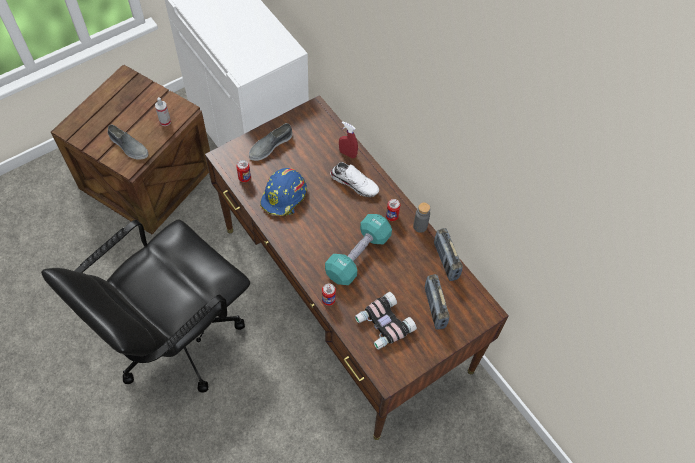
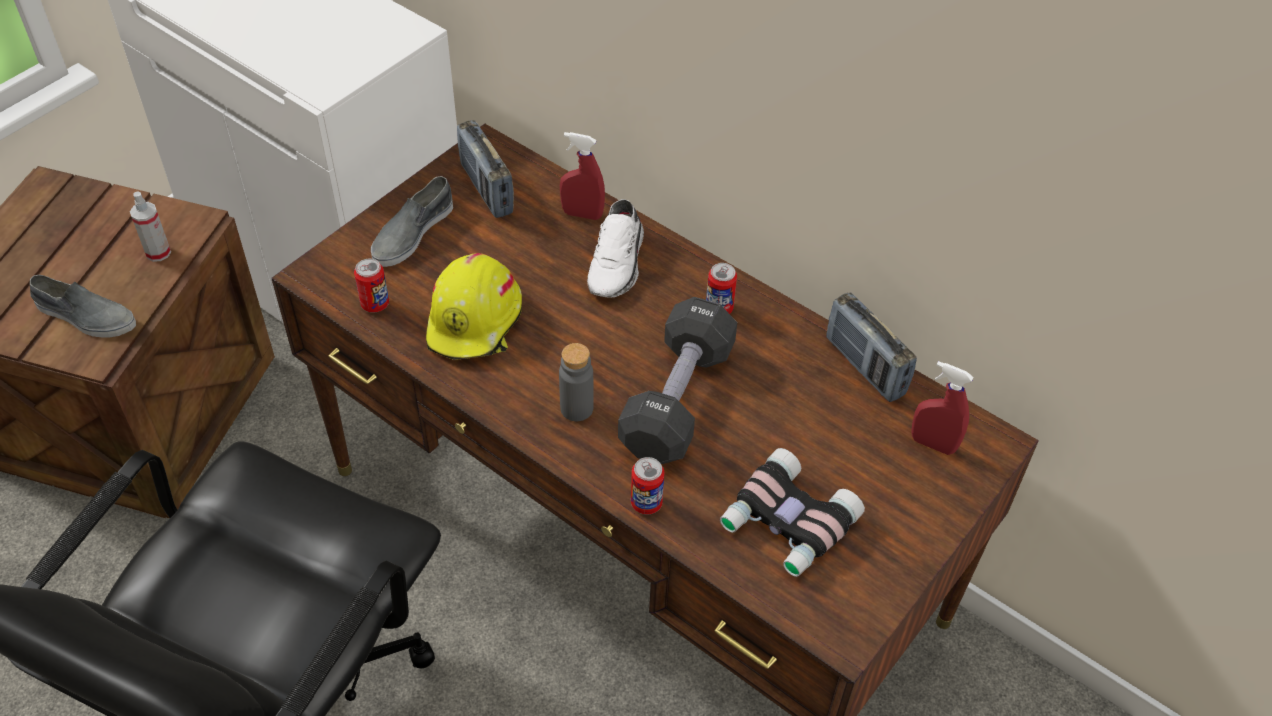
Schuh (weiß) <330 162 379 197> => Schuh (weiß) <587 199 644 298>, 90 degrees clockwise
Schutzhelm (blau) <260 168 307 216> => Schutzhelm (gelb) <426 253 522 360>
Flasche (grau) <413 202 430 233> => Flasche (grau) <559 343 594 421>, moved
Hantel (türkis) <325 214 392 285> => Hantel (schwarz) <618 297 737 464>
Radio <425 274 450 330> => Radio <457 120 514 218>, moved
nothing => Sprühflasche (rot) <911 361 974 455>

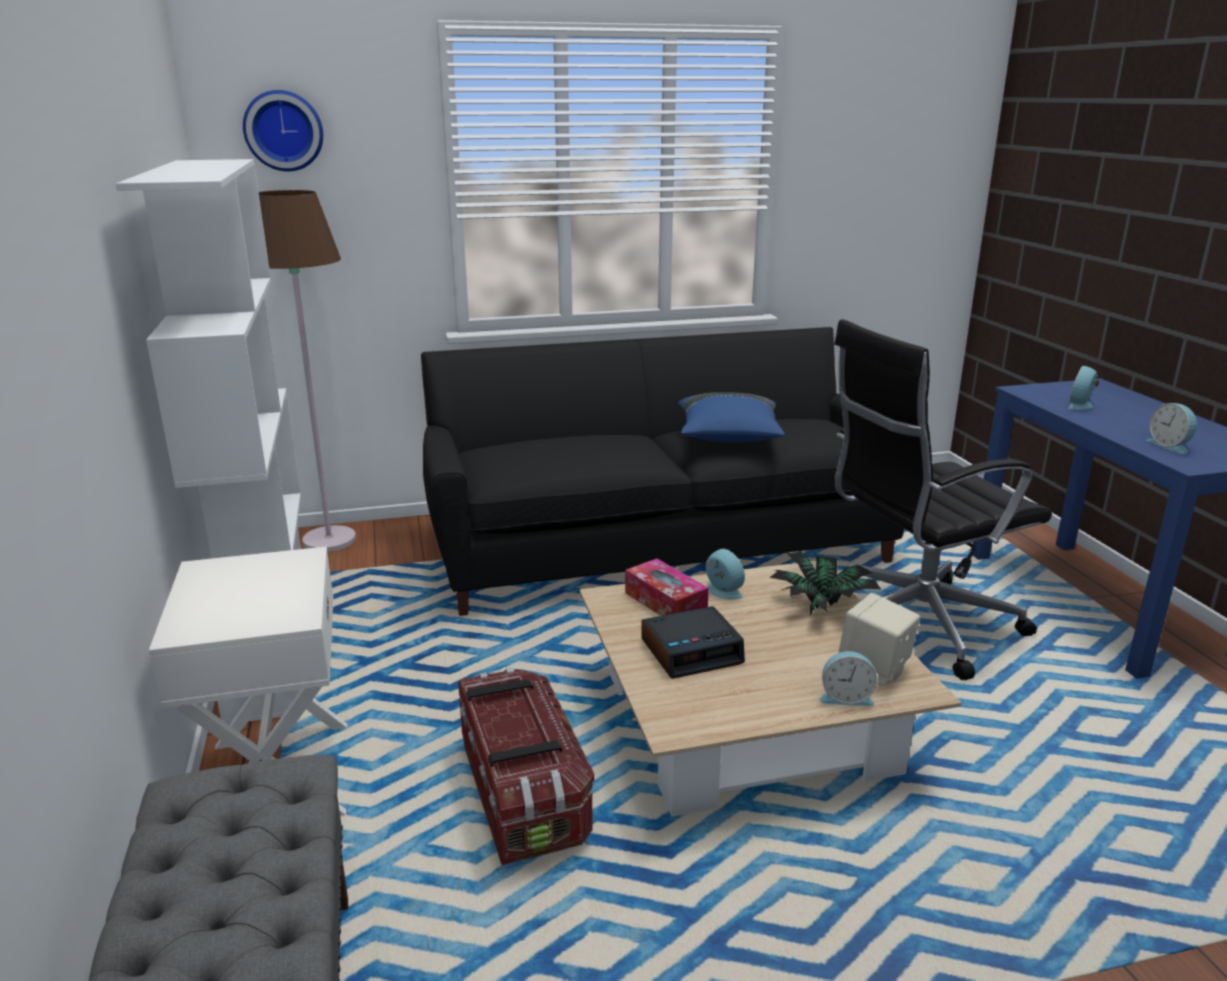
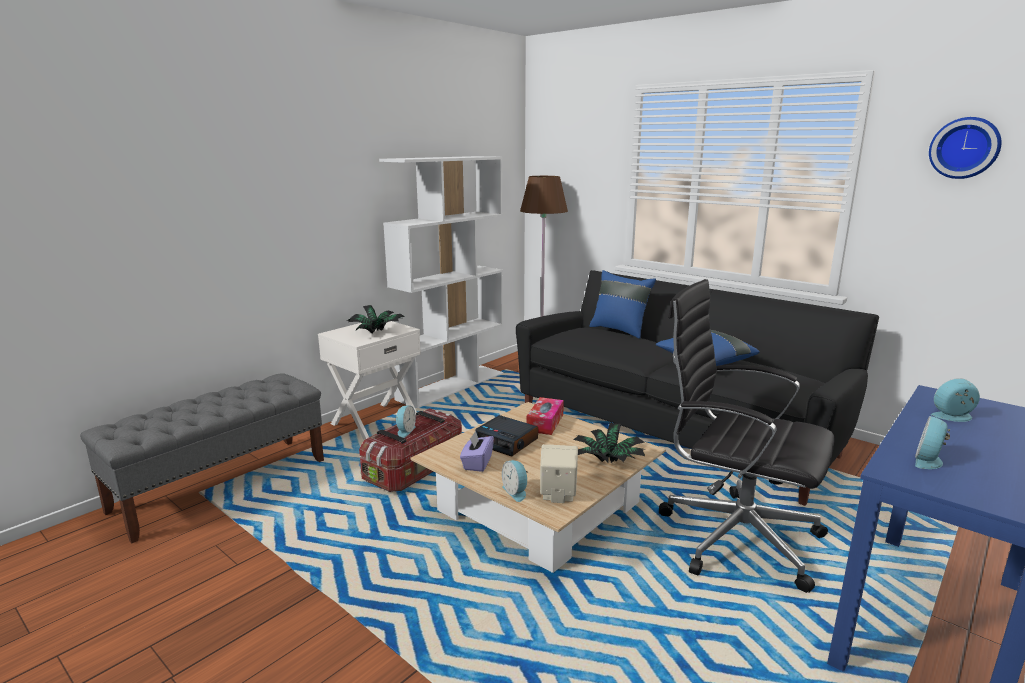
Wanduhr <243 90 323 171> => Wanduhr <929 117 1001 179>, moved
Wecker <706 549 745 599> => Wecker <396 405 416 438>, moved
nothing => Kissen (blau) <589 270 656 339>
nothing => Topfpflanze <347 305 405 333>
nothing => Taschentuchbox (lila) <460 431 494 472>

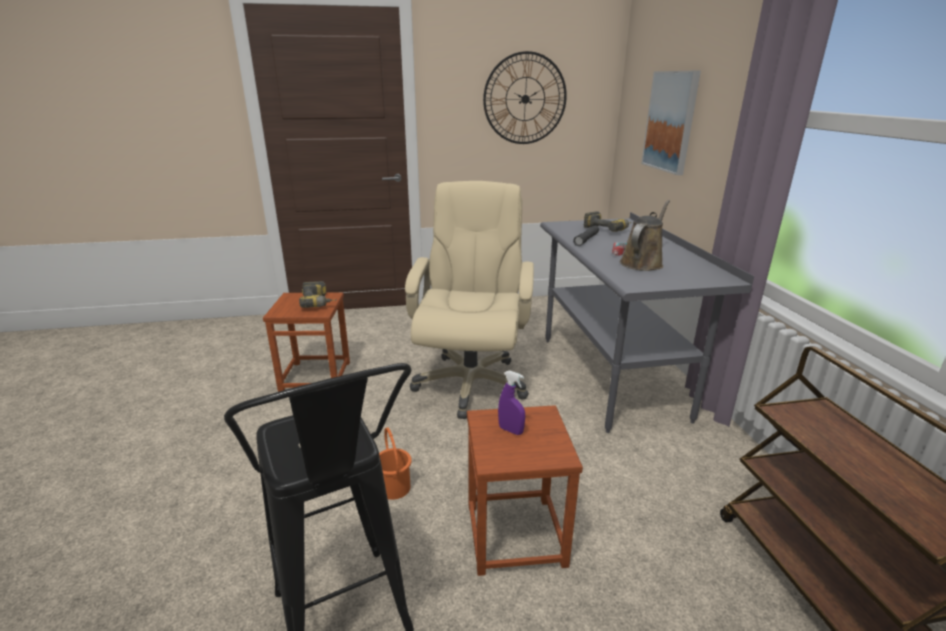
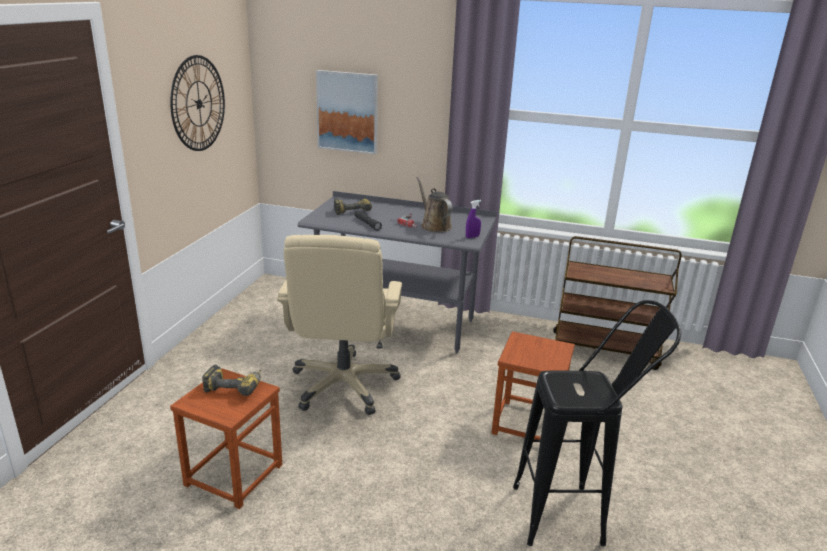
Bürostuhl (beige) <405 181 534 419> => Bürostuhl (beige) <277 235 402 415>, 120 degrees counterclockwise
Sprühflasche (lila) <498 370 525 435> => Sprühflasche (lila) <466 200 481 238>, moved
Eimer (orange) <379 427 412 500> => nothing

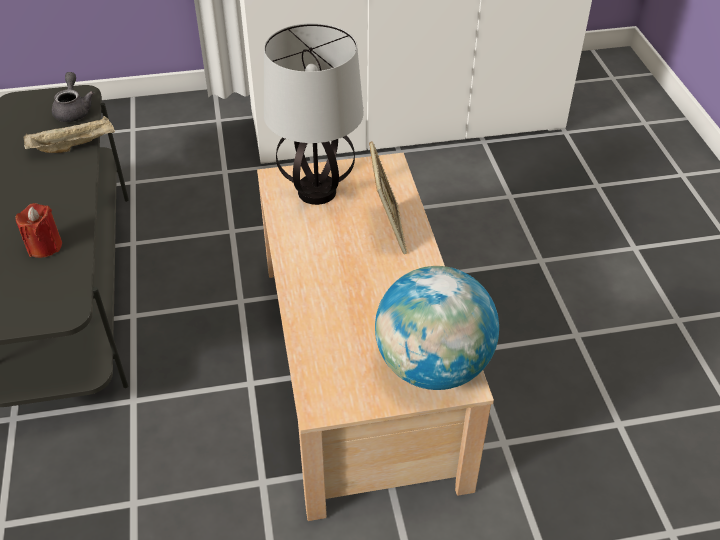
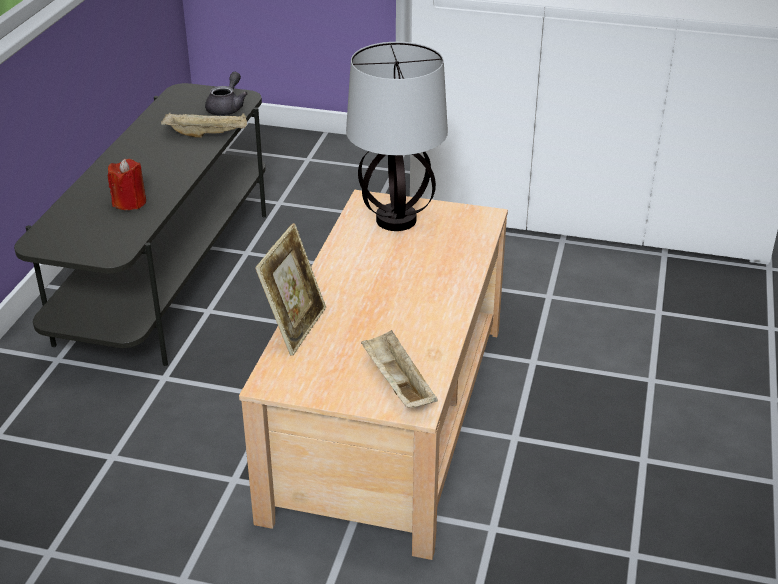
Bilderrahmen <369 141 407 254> => Bilderrahmen <255 223 326 356>, moved
Globus <375 266 499 390> => Tablett (beige) <361 330 438 408>

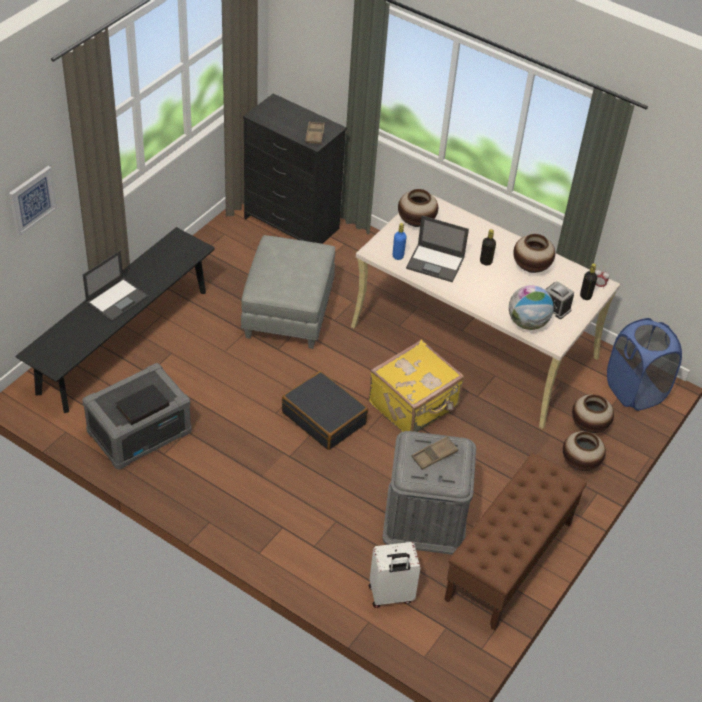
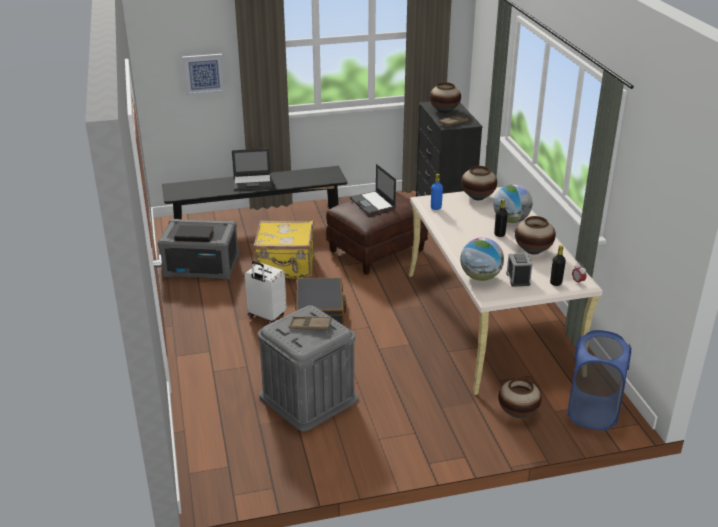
Laptop <406 216 469 282> => Laptop <350 164 396 215>, moved
Polsterhocker (grau) <241 235 335 349> => Polsterhocker (braun) <326 192 428 275>
Koffer (gelb) <369 340 464 432> => Koffer (gelb) <253 220 314 279>, moved
Vase <563 431 606 471> => Vase <429 82 461 113>, moved
Bank (braun) <444 453 587 630> => nothing
Koffer (weiß) <369 542 421 608> => Koffer (weiß) <245 261 287 324>, moved
nothing => Globus <493 184 532 223>

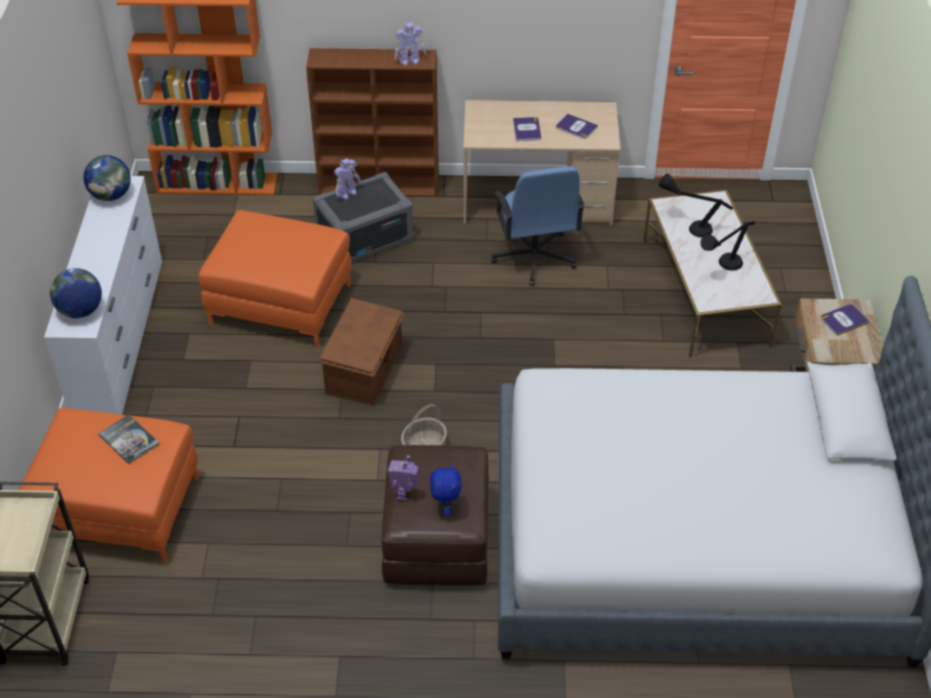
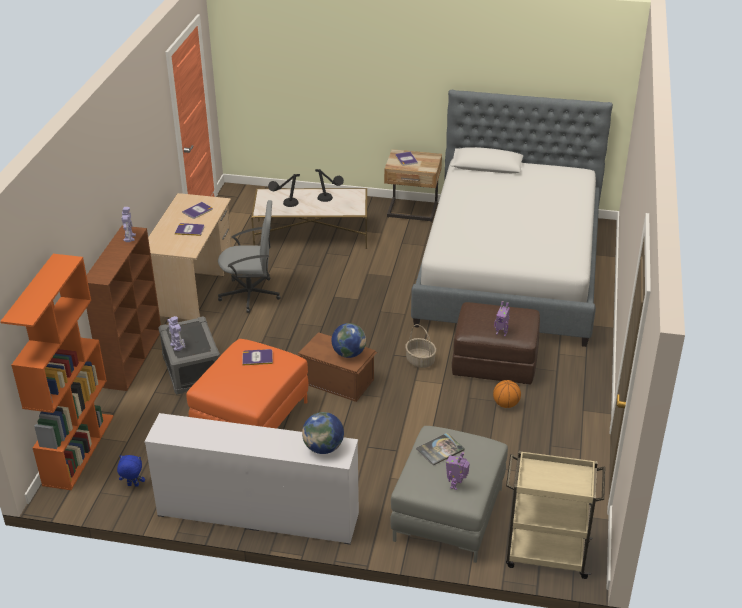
Globus <83 155 131 201> => Globus <331 323 366 358>, moved
Bürostuhl (blau) <491 166 585 286> => Bürostuhl (grau) <218 200 281 313>
Polsterhocker (orange) <19 408 199 563> => Polsterhocker (grau) <390 426 508 563>
Plüschtier (blau) <430 464 462 515> => Plüschtier (blau) <117 455 145 487>, moved
nothing => Buch <243 349 273 366>
nothing => Basketball <493 380 521 408>
nothing => Spielzeugroboter <446 452 470 490>

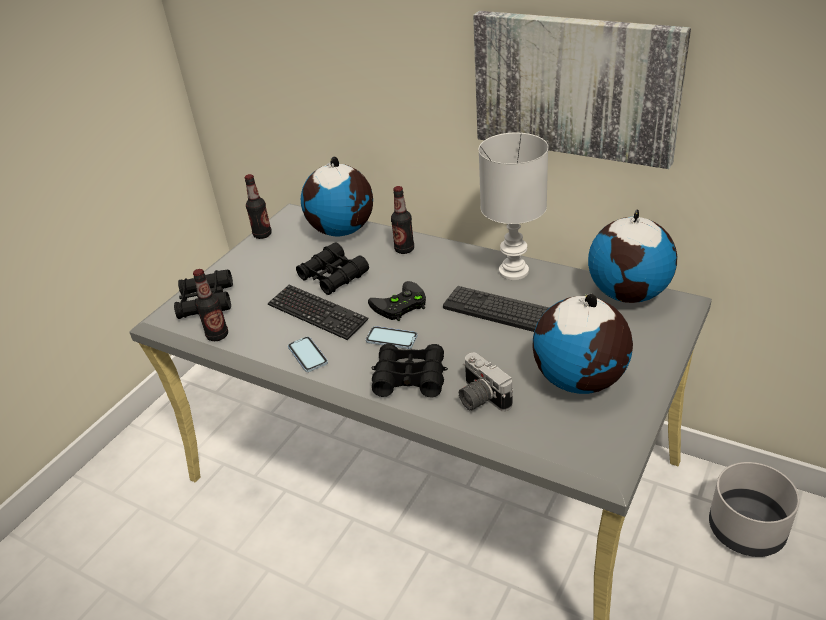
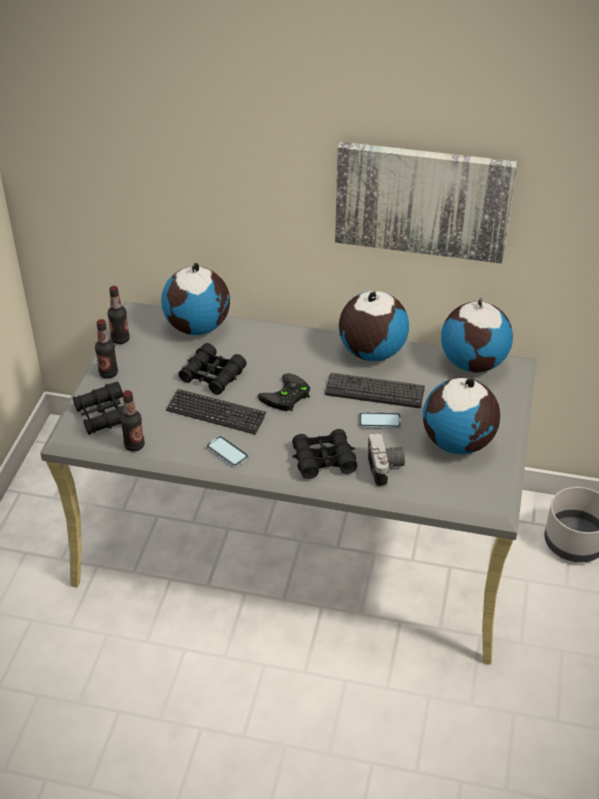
Tischlampe (weiß) <479 133 548 280> => Globus <339 291 409 361>
Flasche <391 186 414 254> => Flasche <95 319 118 379>, moved
Handy <366 326 418 349> => Handy <359 412 401 429>, moved
Kamera <459 353 513 412> => Kamera <368 433 405 488>, 135 degrees counterclockwise

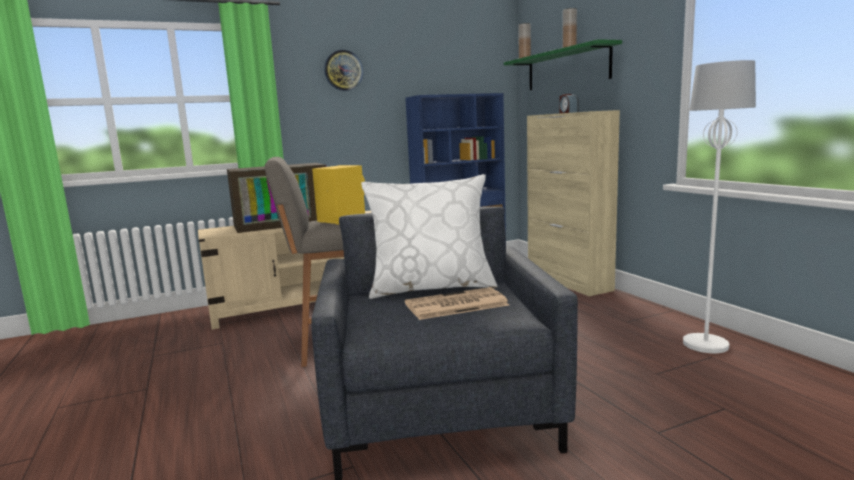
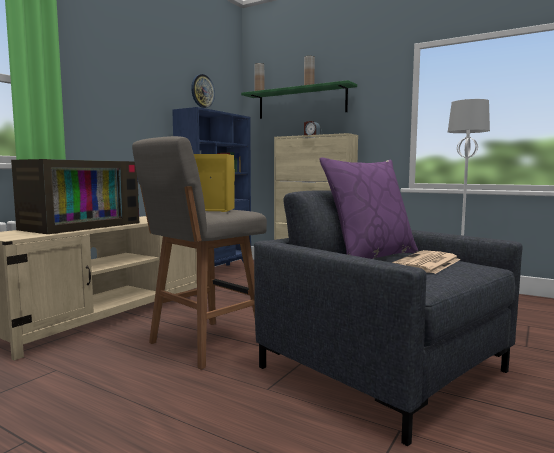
Wanduhr <324 50 363 91> => Wanduhr <191 74 215 108>, moved
Kissen (weiß) <361 174 498 299> => Kissen (lila) <319 157 418 259>

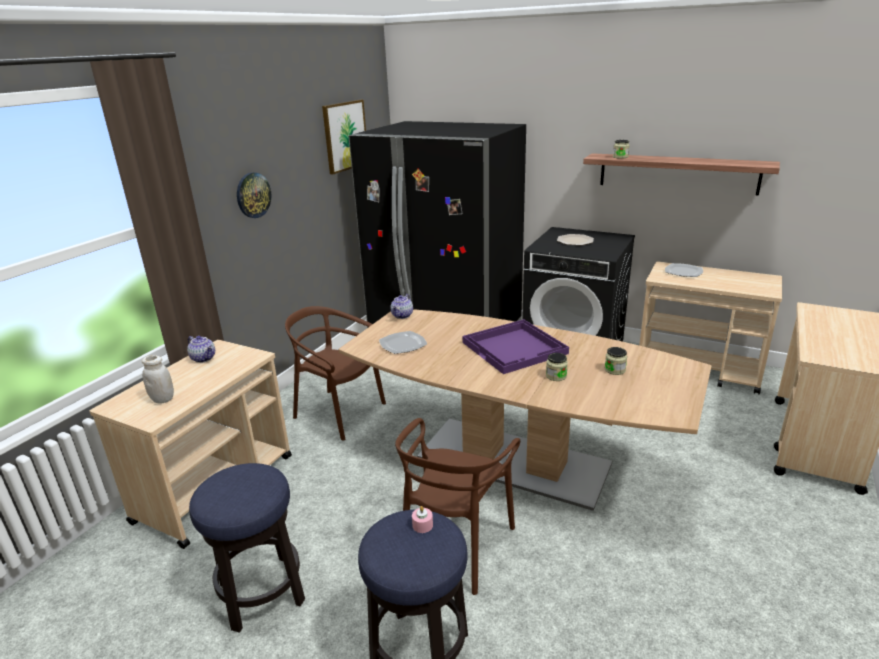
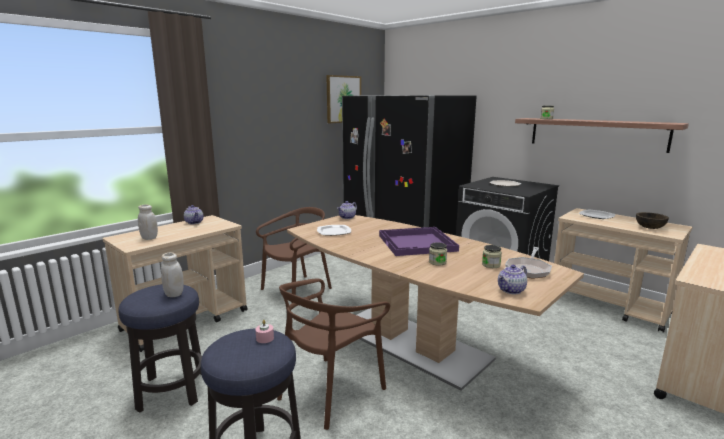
Wanduhr <237 172 271 218> => nothing
Stuhl (braun) <285 306 386 440> => Stuhl (braun) <256 207 332 303>, 90 degrees clockwise
nothing => Schüssel (braun) <636 212 669 229>
nothing => Pfanne <505 247 552 279>
nothing => Vorratsglas (weiß) <161 253 184 297>
nothing => Teekanne <498 265 527 294>

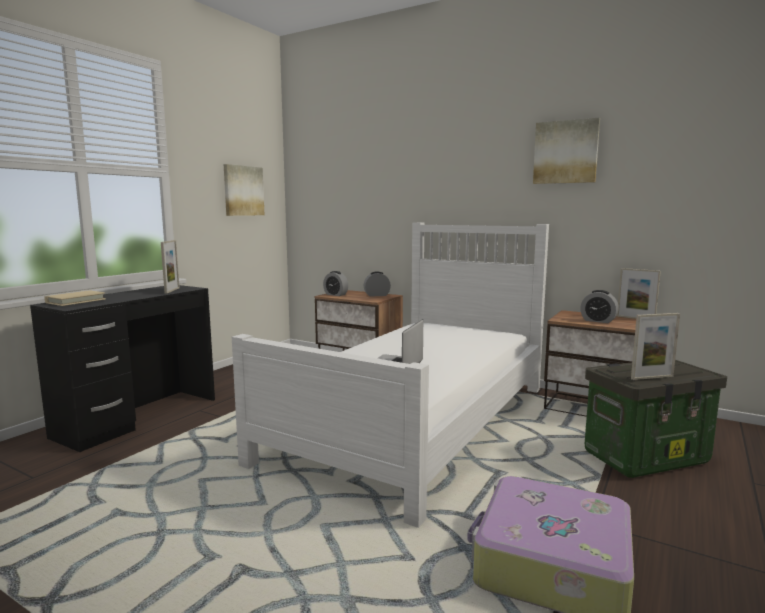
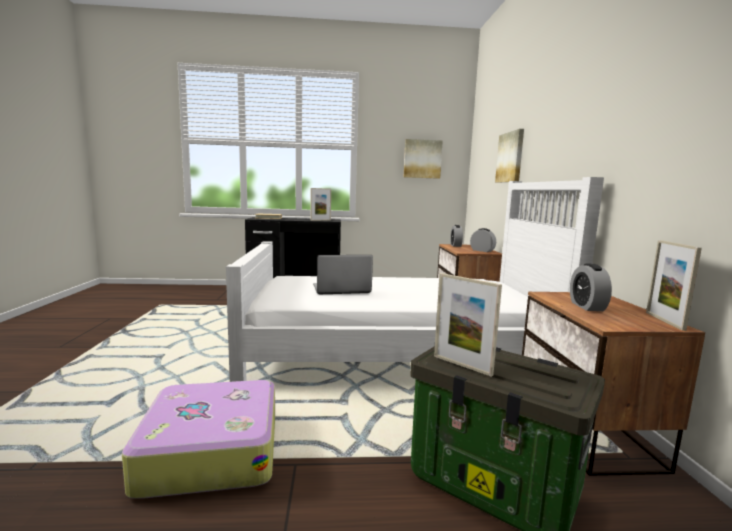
Bild <533 118 600 184> => Bild <495 129 524 183>, moved

